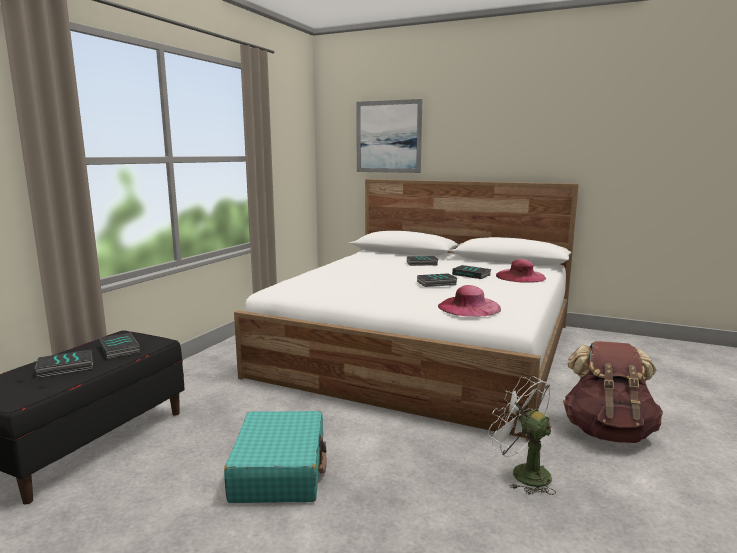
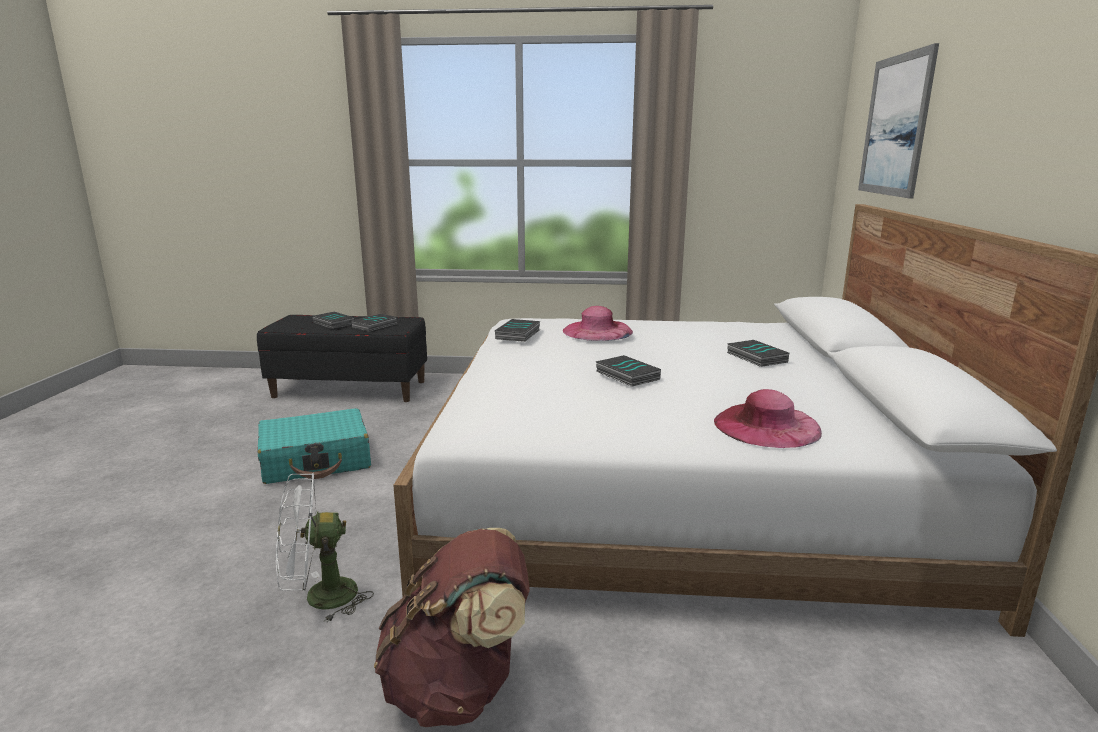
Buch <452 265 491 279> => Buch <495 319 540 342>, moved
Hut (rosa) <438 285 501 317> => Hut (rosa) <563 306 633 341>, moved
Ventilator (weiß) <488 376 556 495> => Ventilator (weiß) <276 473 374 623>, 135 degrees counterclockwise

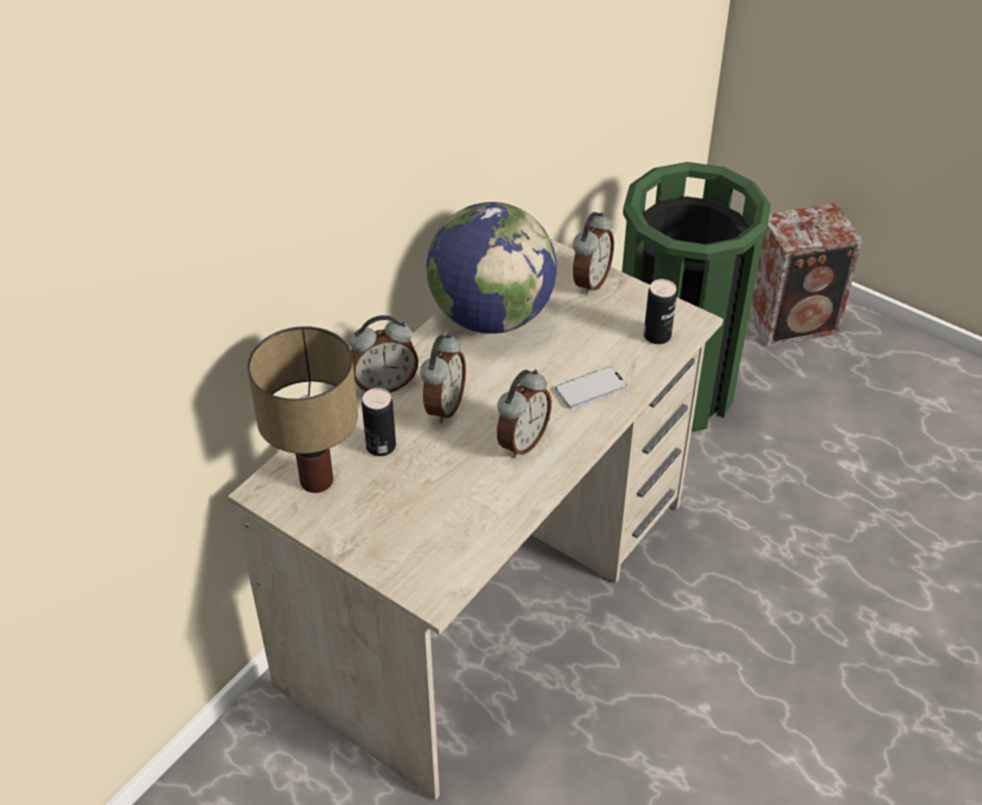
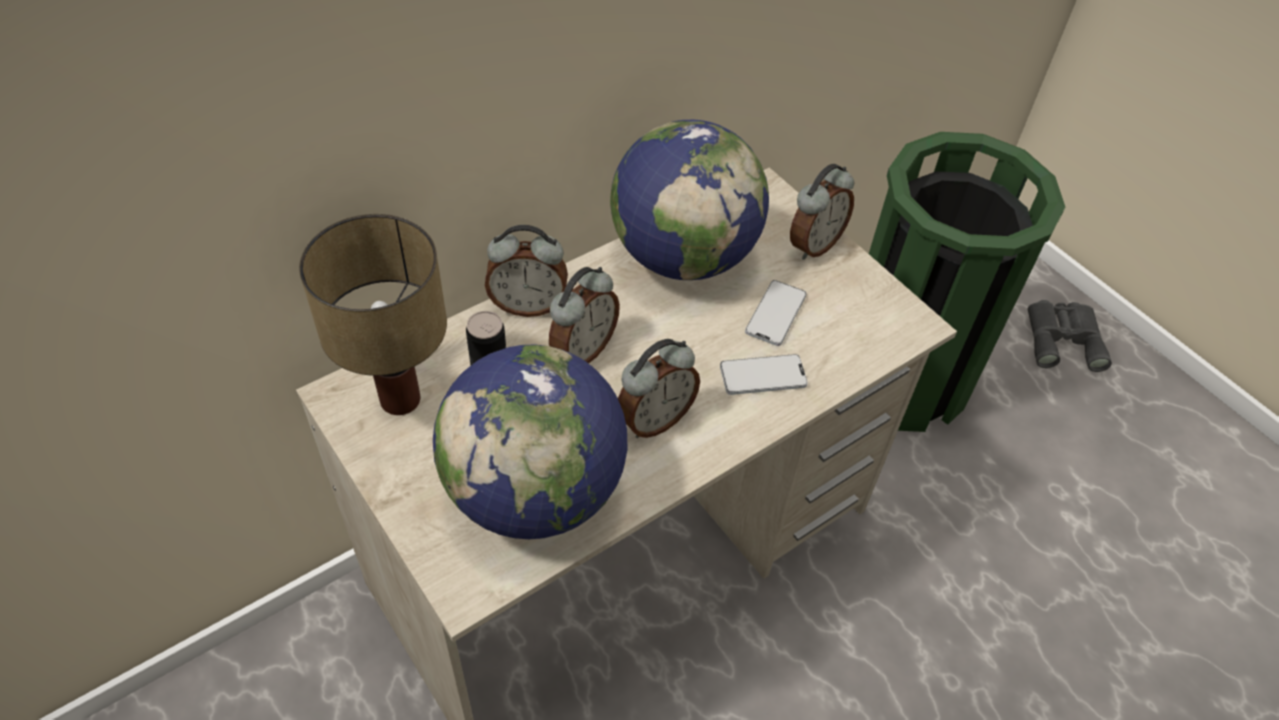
Lautsprecher <749 202 863 347> => Fernglas (grau) <1028 300 1112 372>
Dose <644 279 677 344> => nothing
nothing => Handy <745 280 807 346>
nothing => Globus <433 345 627 539>

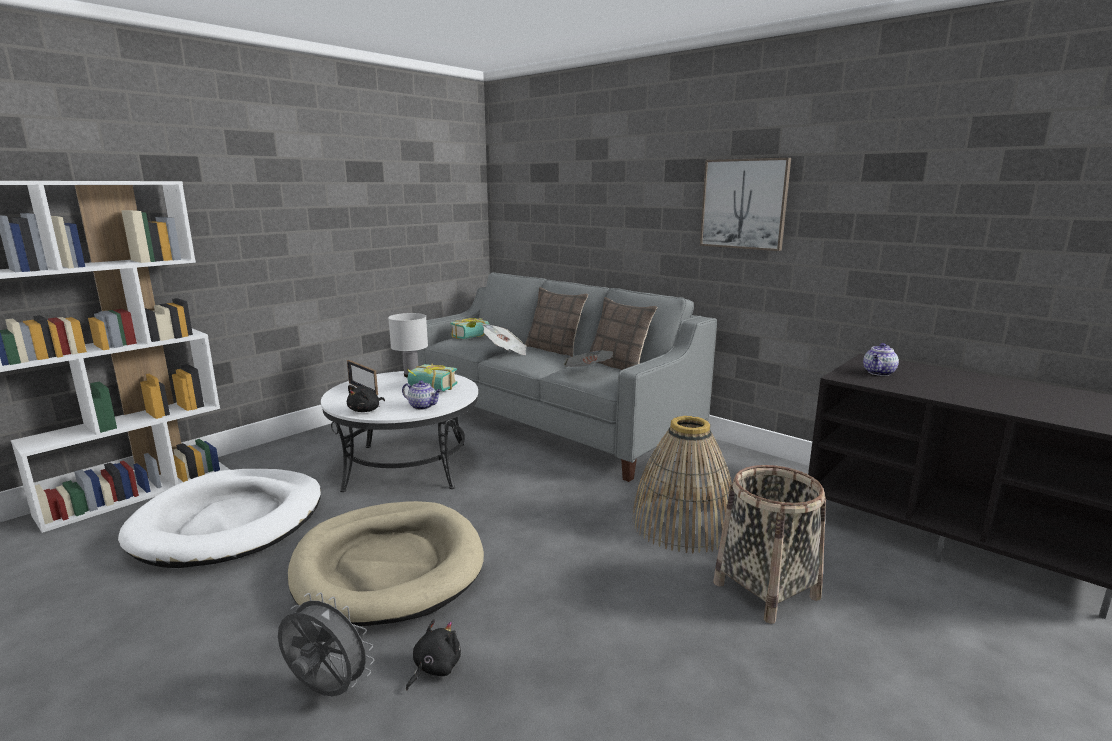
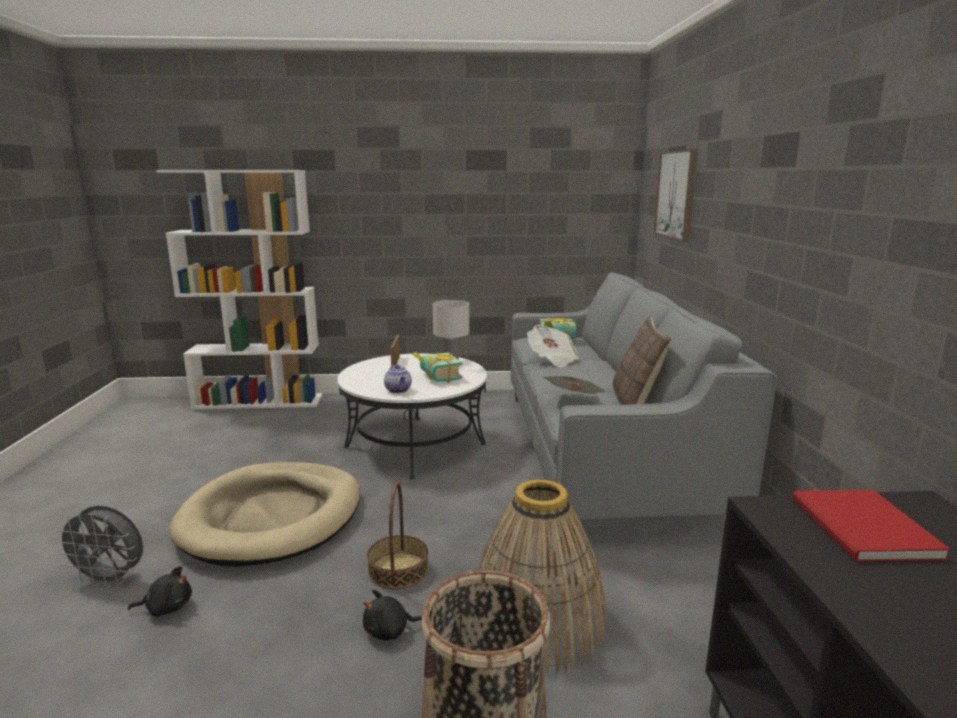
Bild <700 158 791 251> => Bild <653 149 698 242>, moved
Kissen <525 287 588 357> => nothing
Teekanne <863 343 899 376> => Buch (rot) <792 490 951 562>
Plüschtier (schwarz) <347 385 385 412> => Plüschtier (schwarz) <363 590 422 640>, moved
Hundebett (weiß) <118 469 321 568> => nothing
Ventilator (grau) <278 592 374 696> => Ventilator (grau) <54 506 143 588>, 120 degrees clockwise
nothing => Korb <367 482 428 589>

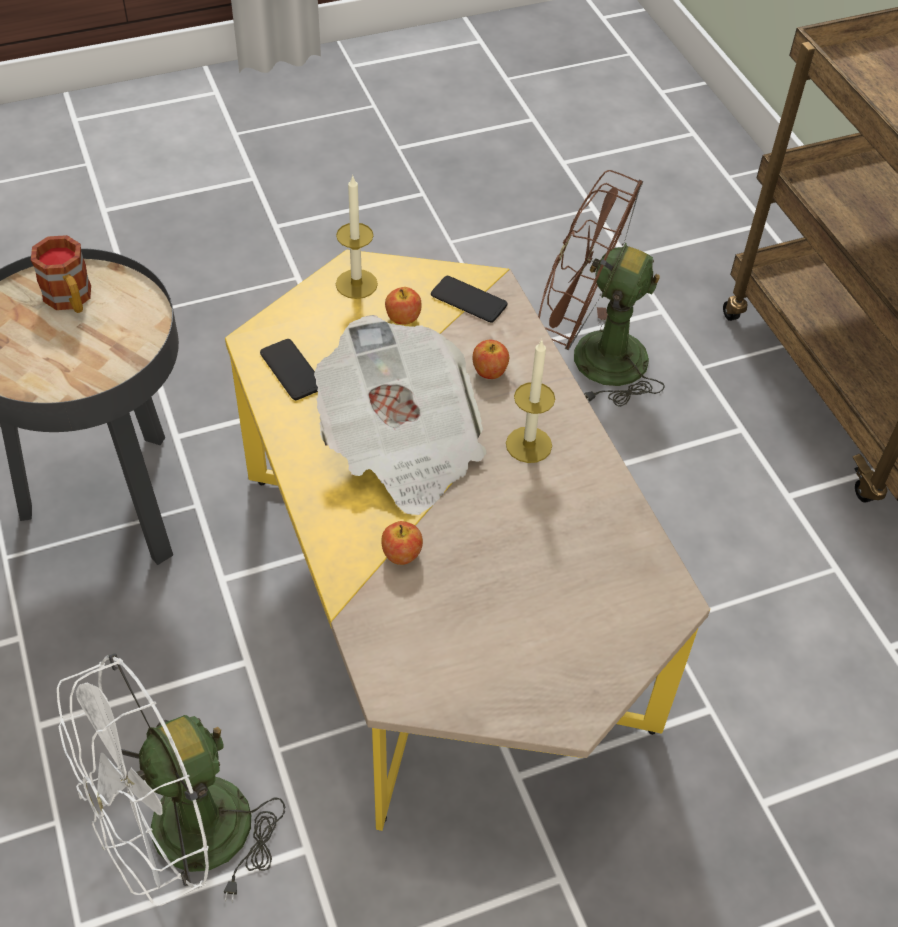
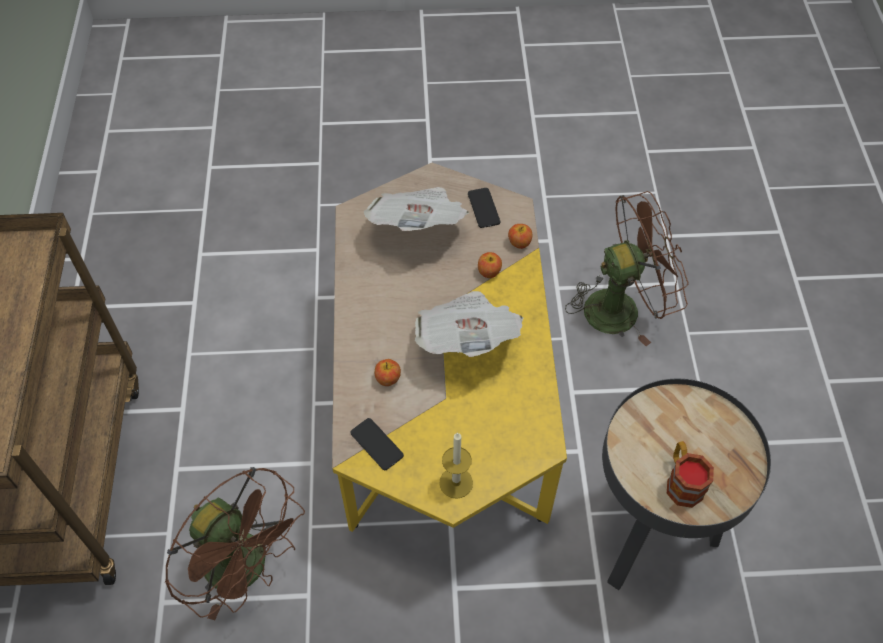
Apfel <385 287 422 325> => Apfel <508 224 532 249>, moved
Handy <260 339 318 400> => Handy <468 188 501 228>, moved
Kerze <506 339 555 463> => nothing
Ventilator (weiß) <57 653 285 906> => Ventilator (braun) <565 191 689 346>
nothing => Zeitung <364 187 469 231>

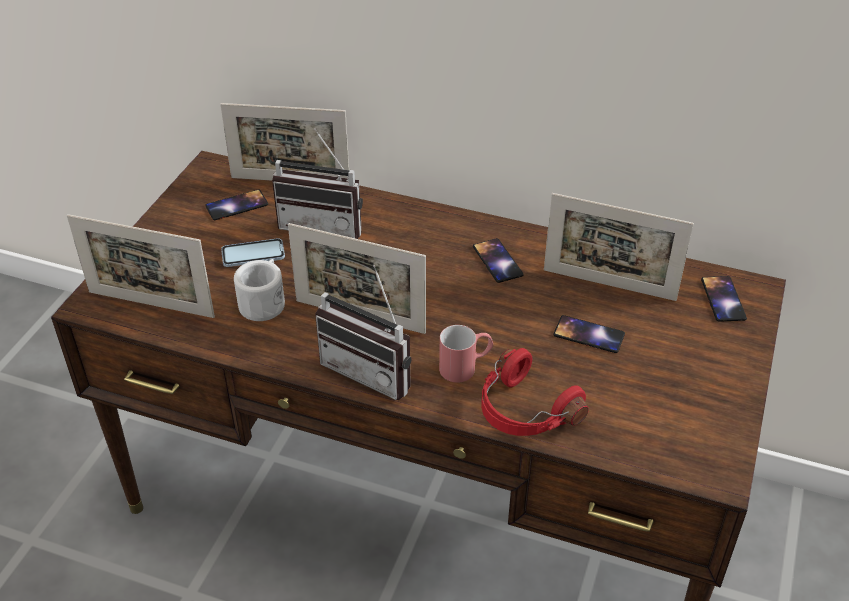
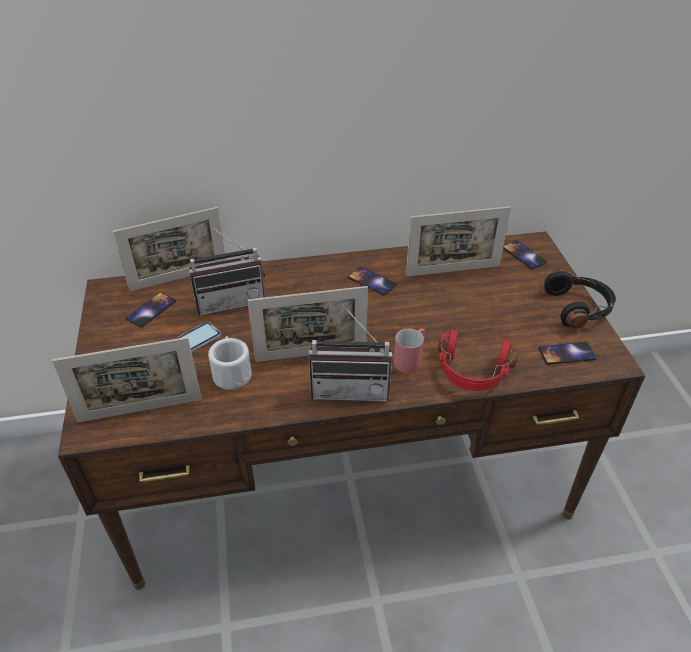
Handy <553 315 625 353> => Handy <538 342 596 365>, moved
nothing => Kopfhörer (schwarz) <544 271 616 328>

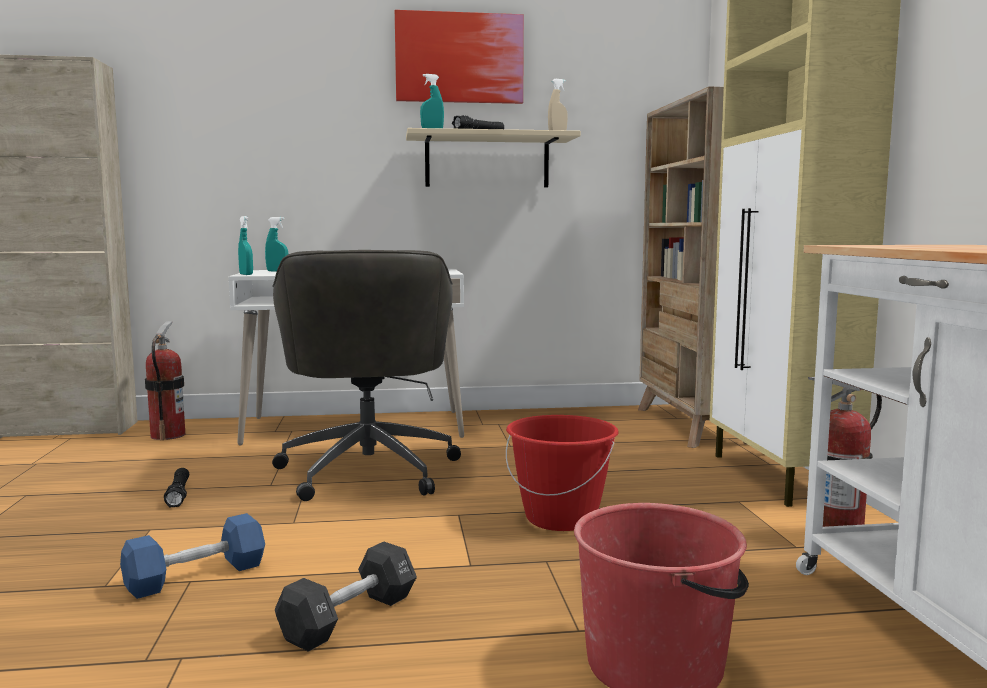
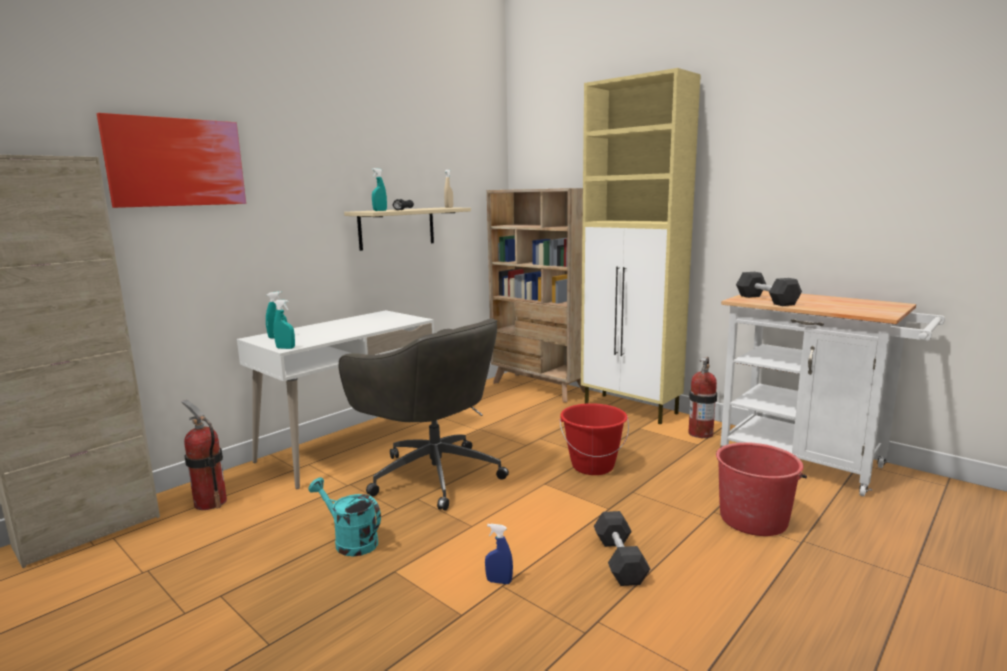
Bild <395 10 524 104> => Bild <97 113 246 208>, moved
Taschenlampe (schwarz) <164 468 189 507> => Gießkanne (türkis) <309 477 381 556>
Hantel (blau) <120 513 265 599> => Sprühflasche (blau) <485 524 513 584>
nothing => Hantel (schwarz) <736 272 802 306>

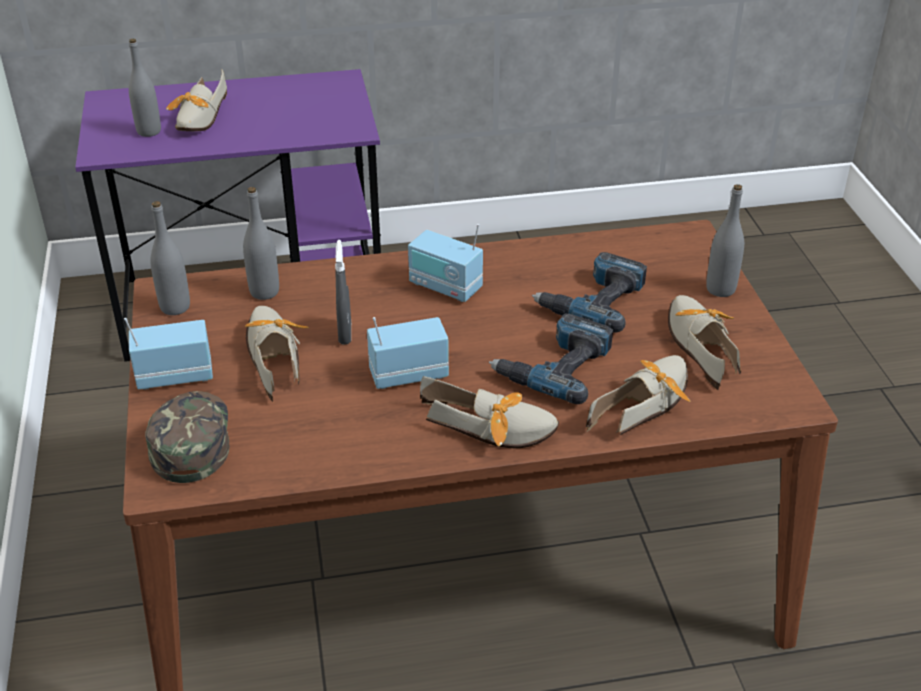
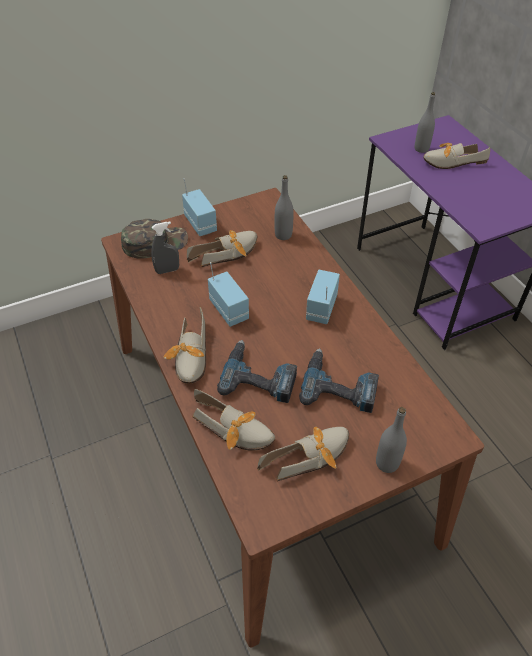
Flasche (grau) <150 201 190 315> => nothing
Sprühflasche (grau) <335 240 351 344> => Sprühflasche (grau) <151 222 179 274>, moved

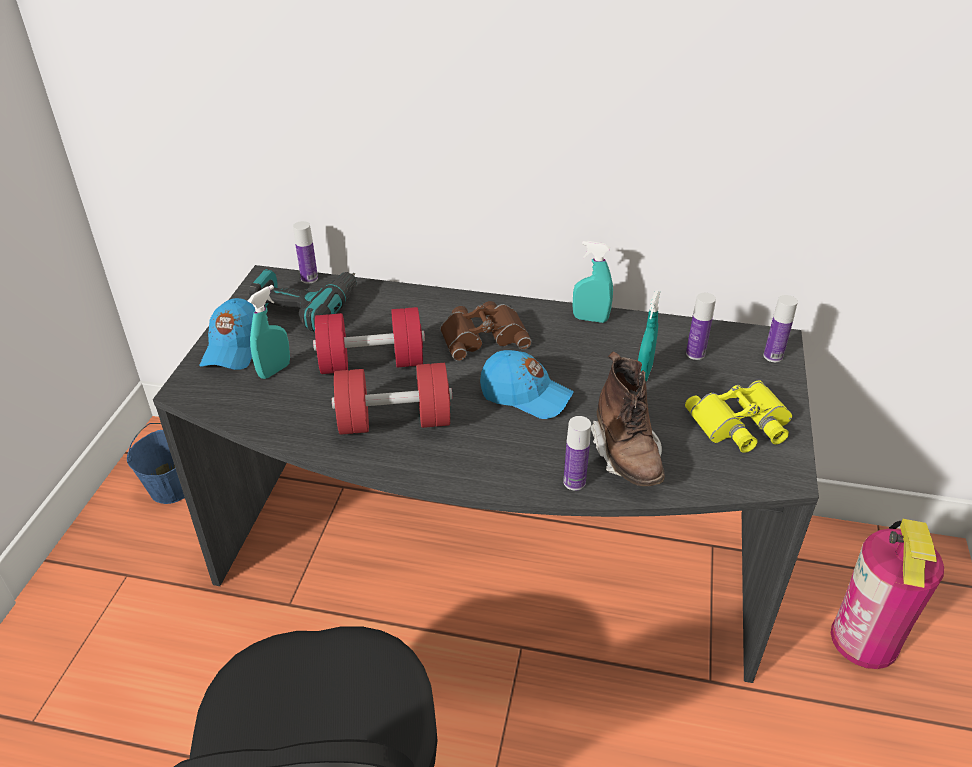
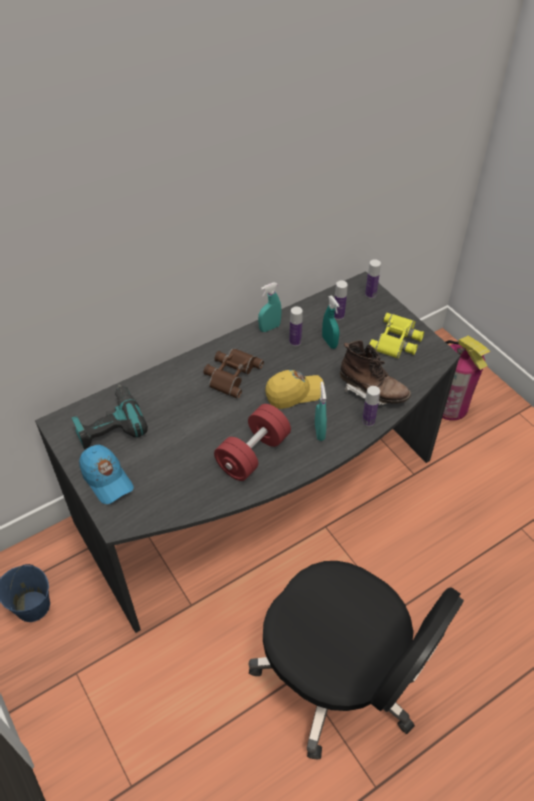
Flasche <293 221 318 284> => Flasche <289 306 303 346>, moved
Sprühflasche (türkis) <248 285 290 379> => Sprühflasche (türkis) <315 381 327 441>, moved
Hantel (rot) <313 307 425 374> => nothing
Kappe (blau) <480 350 574 419> => Kappe (gelb) <265 370 324 409>

